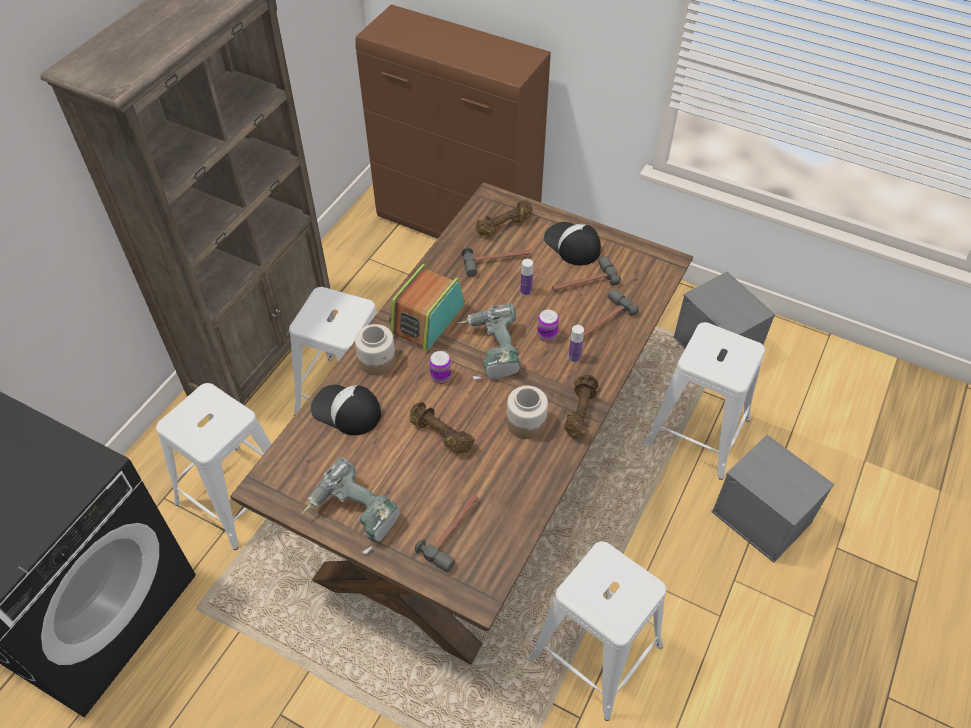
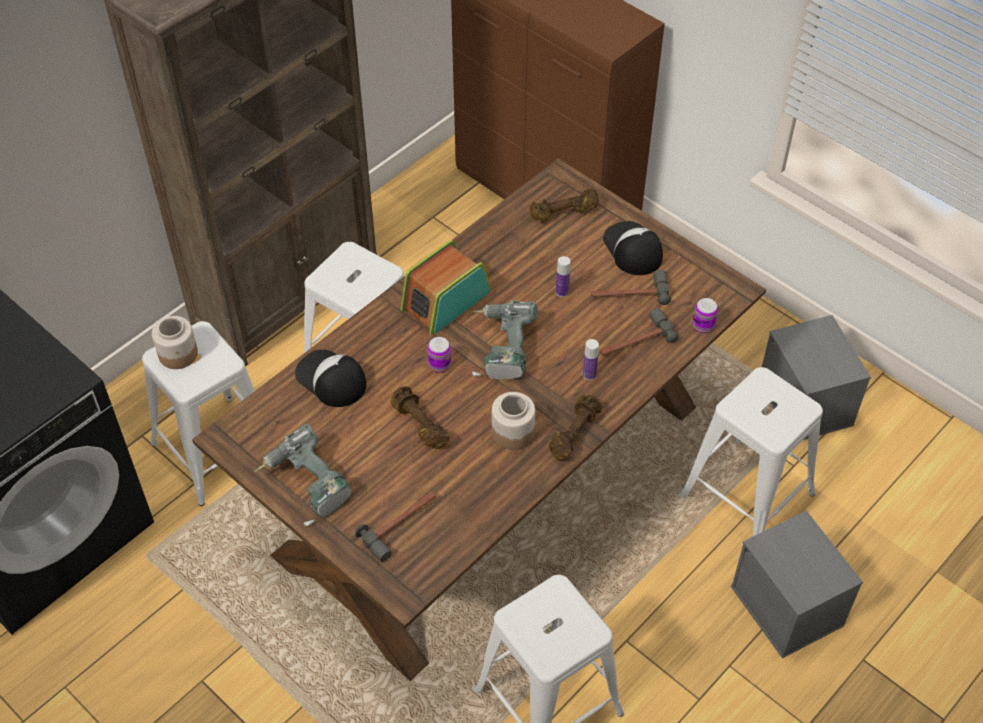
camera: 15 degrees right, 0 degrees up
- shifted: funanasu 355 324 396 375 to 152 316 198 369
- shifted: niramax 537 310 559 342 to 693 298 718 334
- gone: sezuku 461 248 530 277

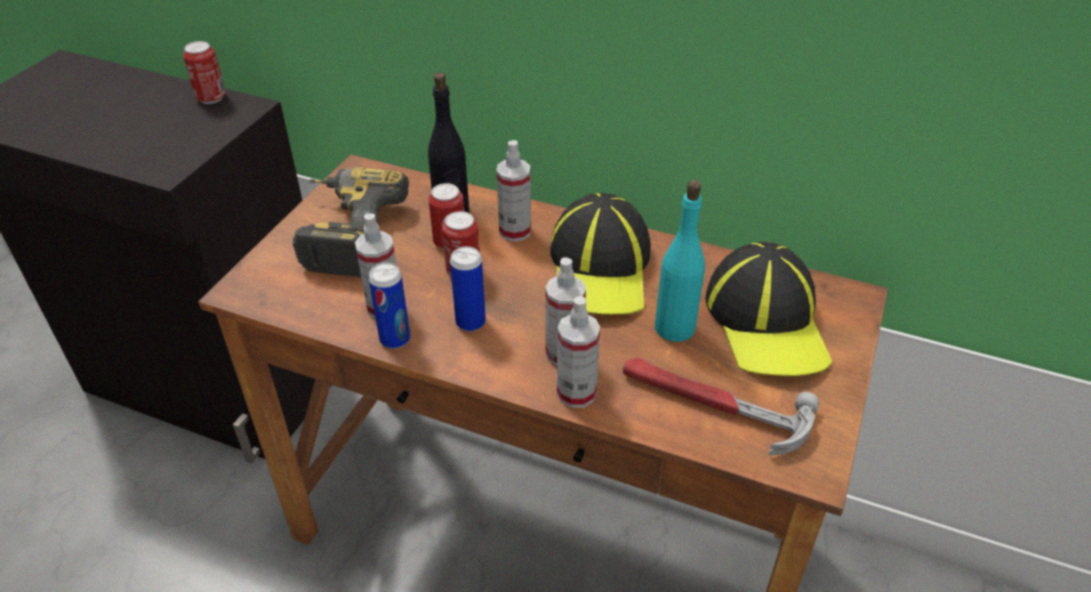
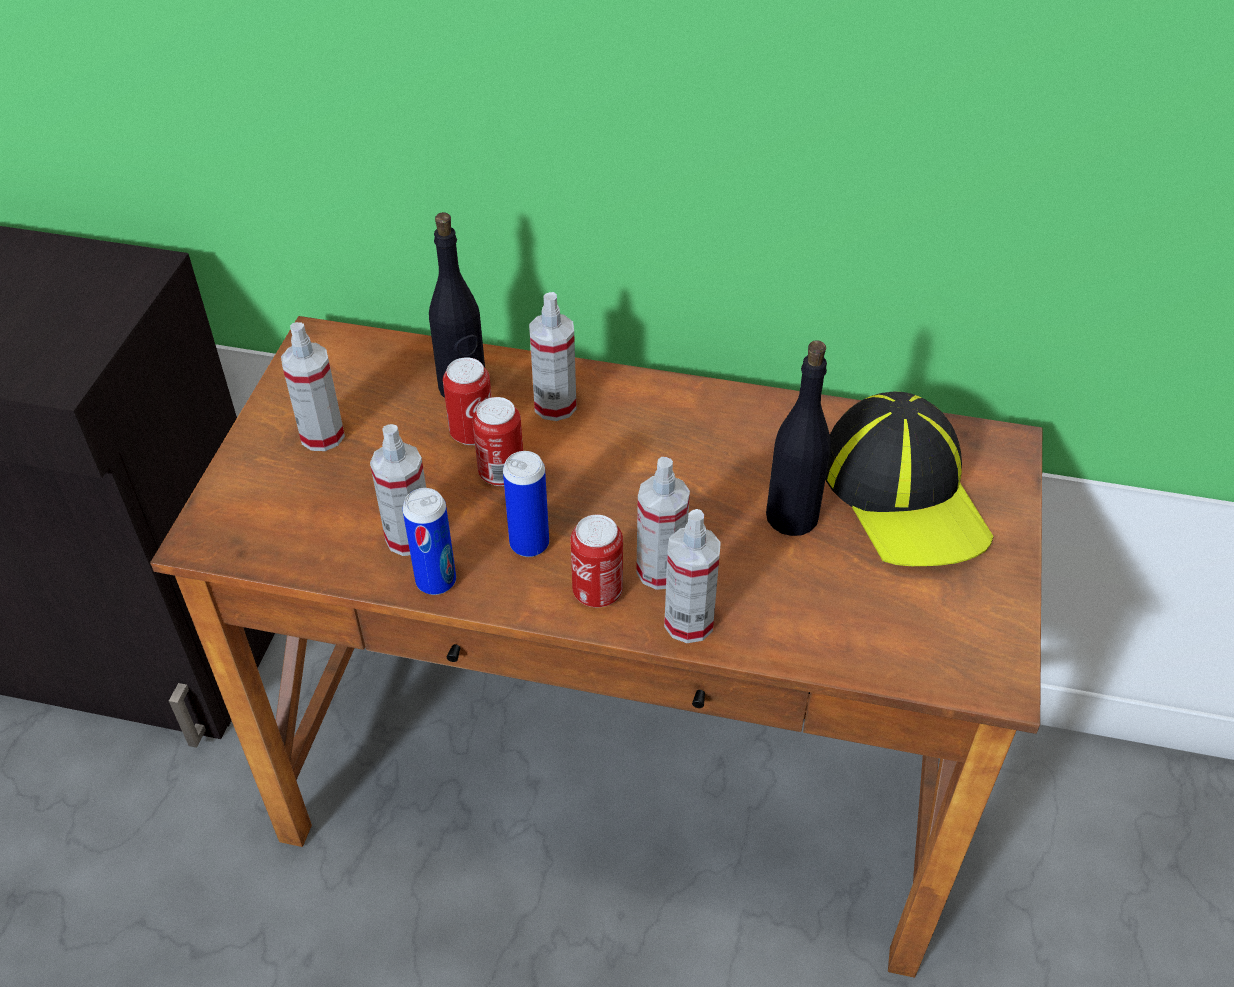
camera: 10 degrees left, 5 degrees up
- swapped: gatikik 293 167 409 277 to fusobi 281 322 345 451
- shifted: niramax 183 41 226 104 to 570 515 623 607
- repainted: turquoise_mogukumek 655 180 705 342 to black_mogukumek 766 340 831 536
- gone: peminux 550 193 651 315
- gone: sezuku 623 357 819 455

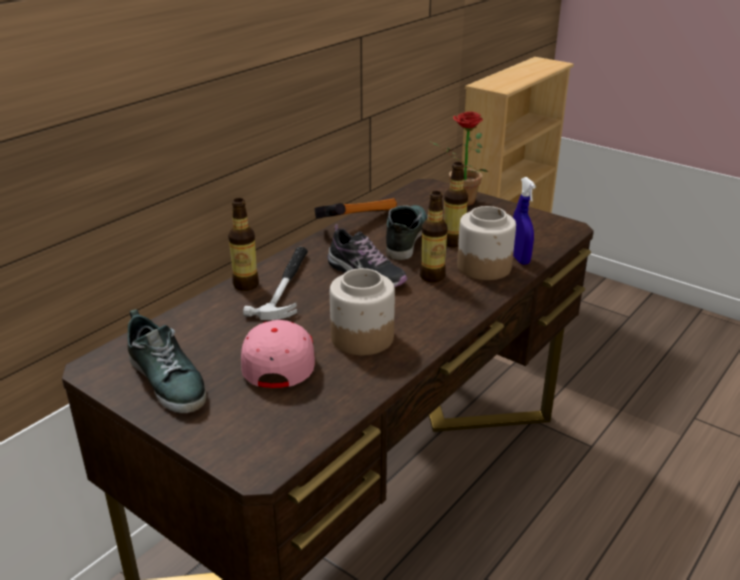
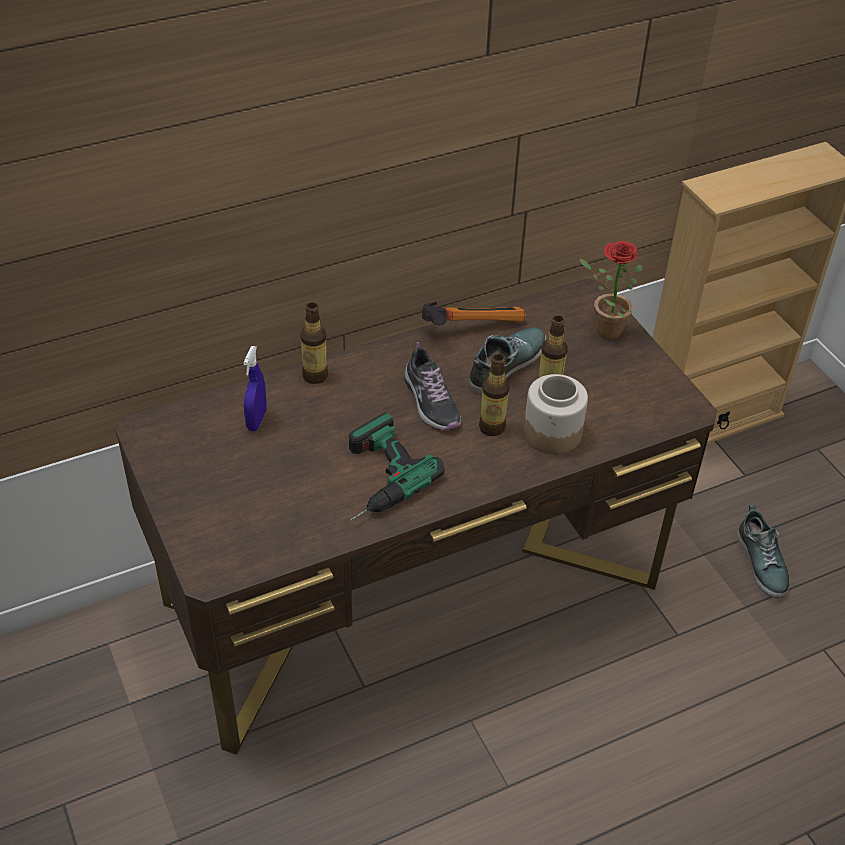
camera: 25 degrees right, 15 degrees up
- shifted: blue_fusobi 513 177 536 265 to 243 346 267 431
- swapped: funanasu 330 268 395 355 to gatikik 349 412 444 520
- shifted: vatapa 127 309 207 413 to 737 504 789 599
- gone: pink_peminux 241 320 315 388
- gone: sezuku 243 247 308 320

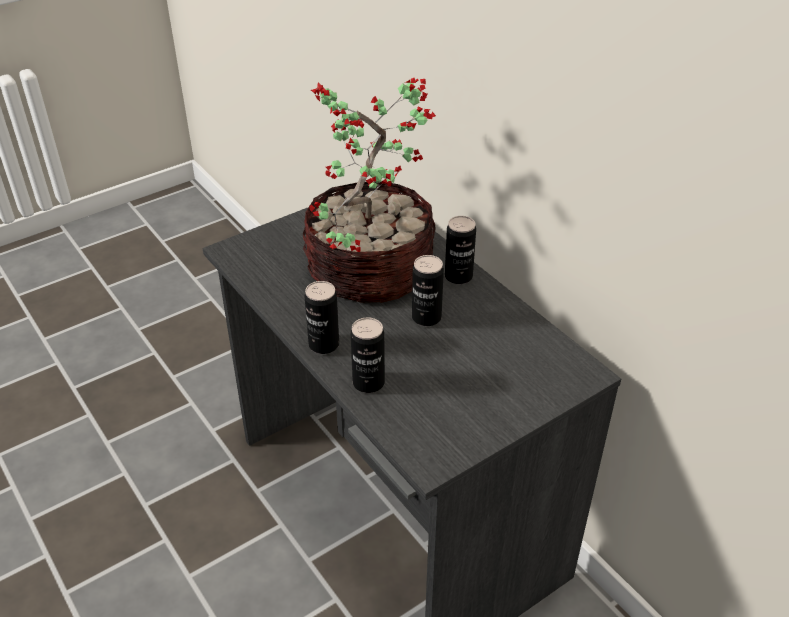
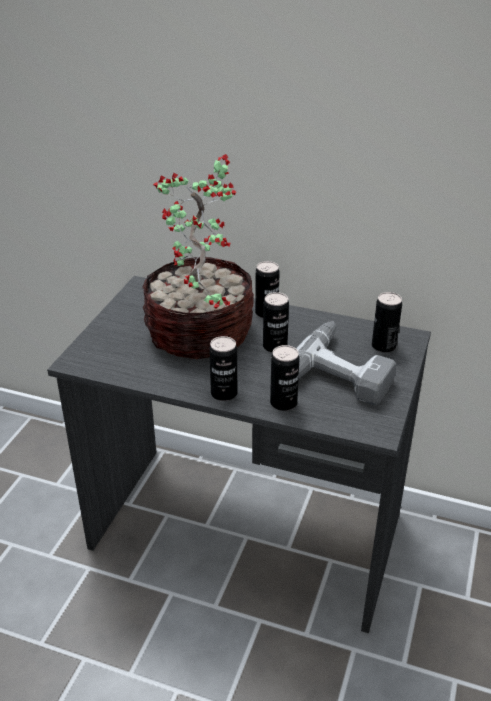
camera: 35 degrees left, 5 degrees down
- new: gatikik 296 321 396 405
- new: niramax 372 292 402 353

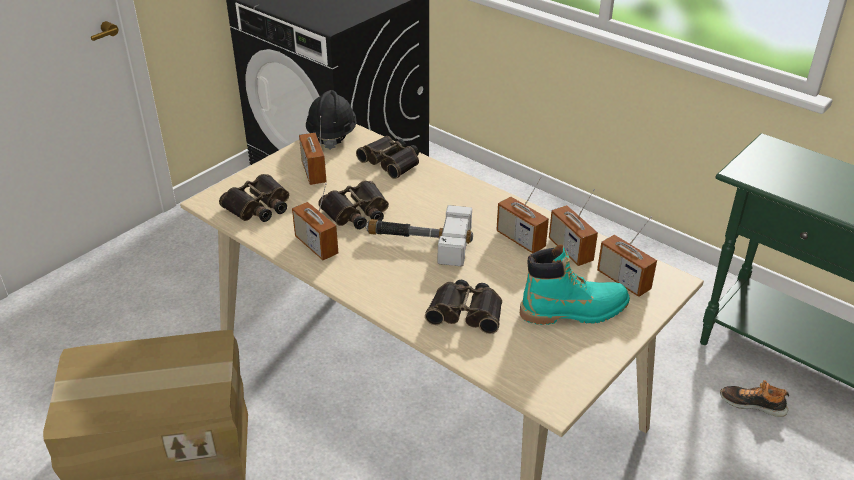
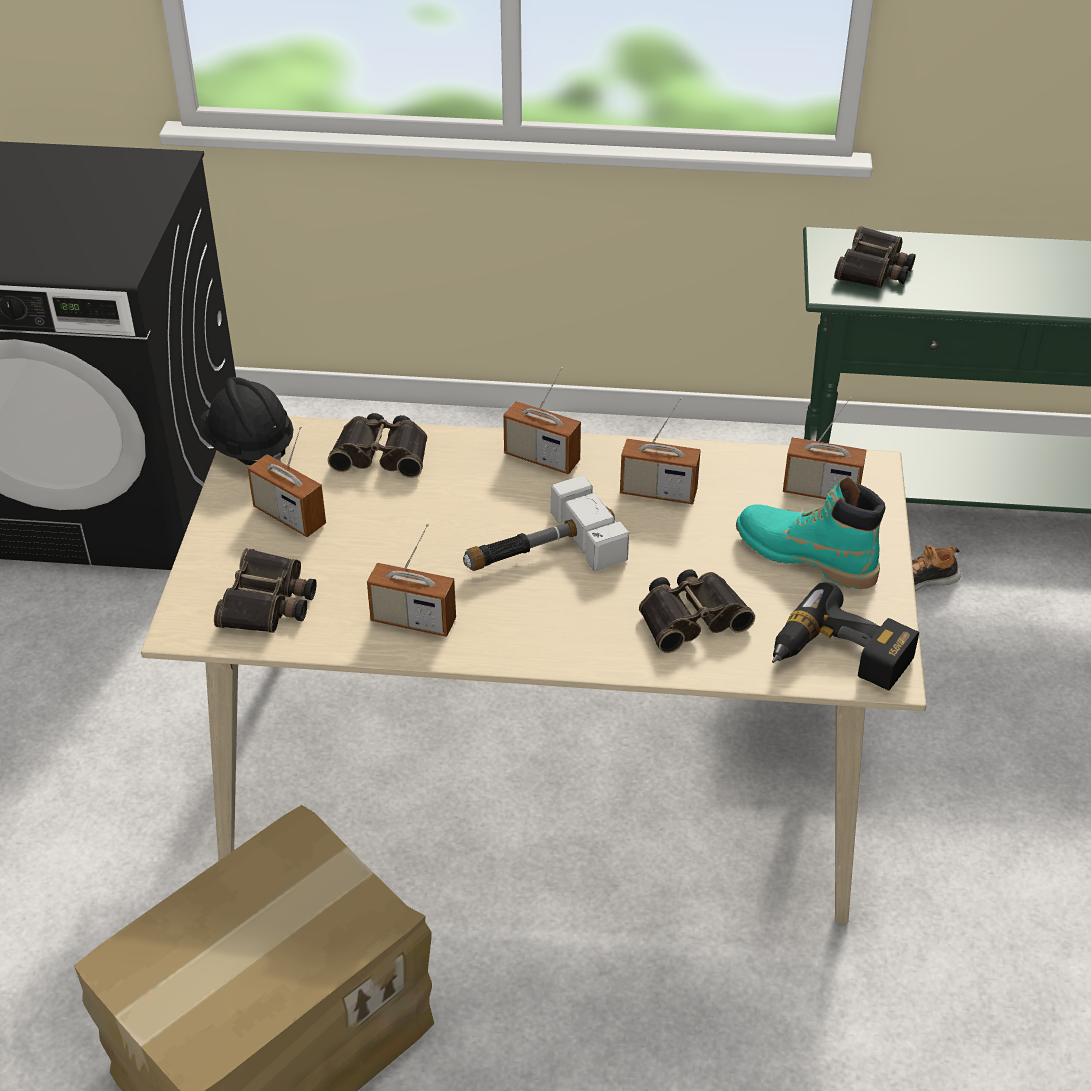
camera: 35 degrees left, 5 degrees up
- shifted: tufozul 549 189 598 266 to 503 367 581 474
- rotated: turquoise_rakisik 520 244 630 325 = 736 477 885 589 105 degrees counterclockwise
- new: gatikik 772 582 919 691
- shifted: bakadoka 318 181 389 229 to 834 226 916 288

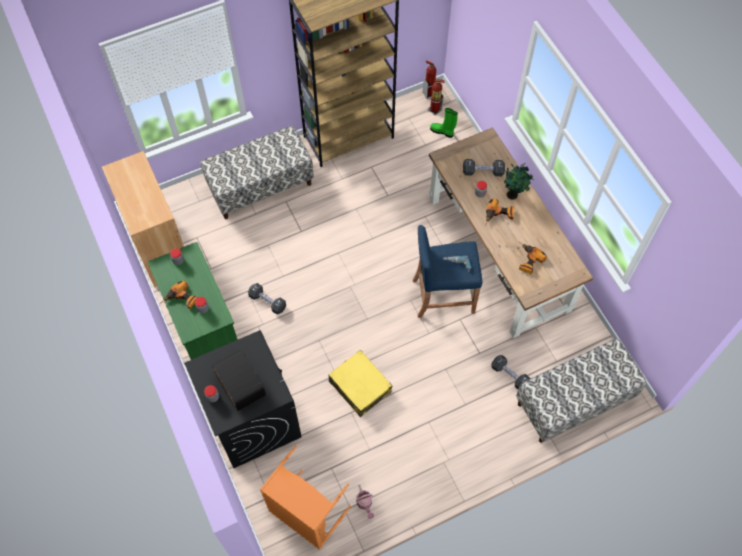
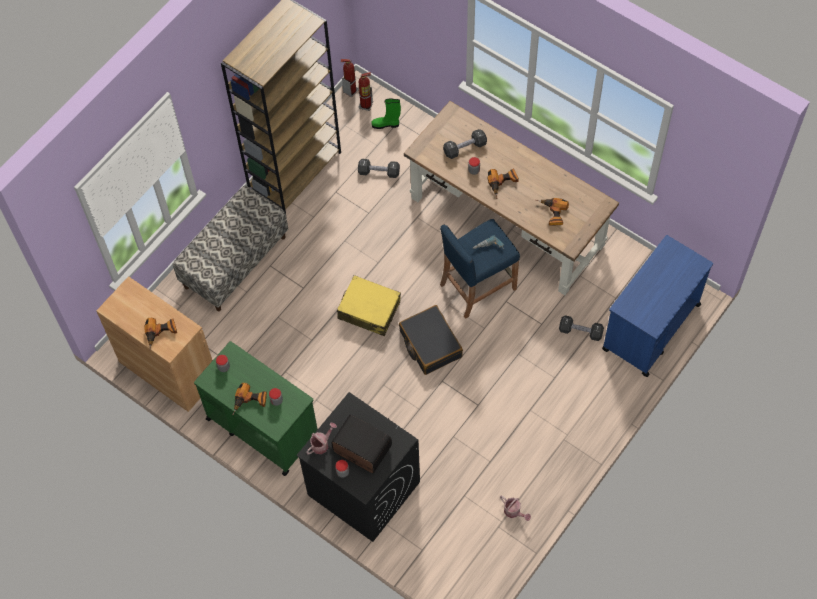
camera: 25 degrees left, 0 degrees up
- new: gatikik 145 318 177 350
- new: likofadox 306 423 337 455
- shifted: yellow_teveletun 328 350 392 417 to 337 275 401 336
- shifted: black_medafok 248 283 286 314 to 358 159 400 178
- new: black_teveletun 399 305 463 375
- swapped: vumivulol 516 338 647 443 to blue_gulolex 602 235 713 377
- gone: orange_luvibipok 260 445 351 550
- gone: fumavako 503 163 533 200

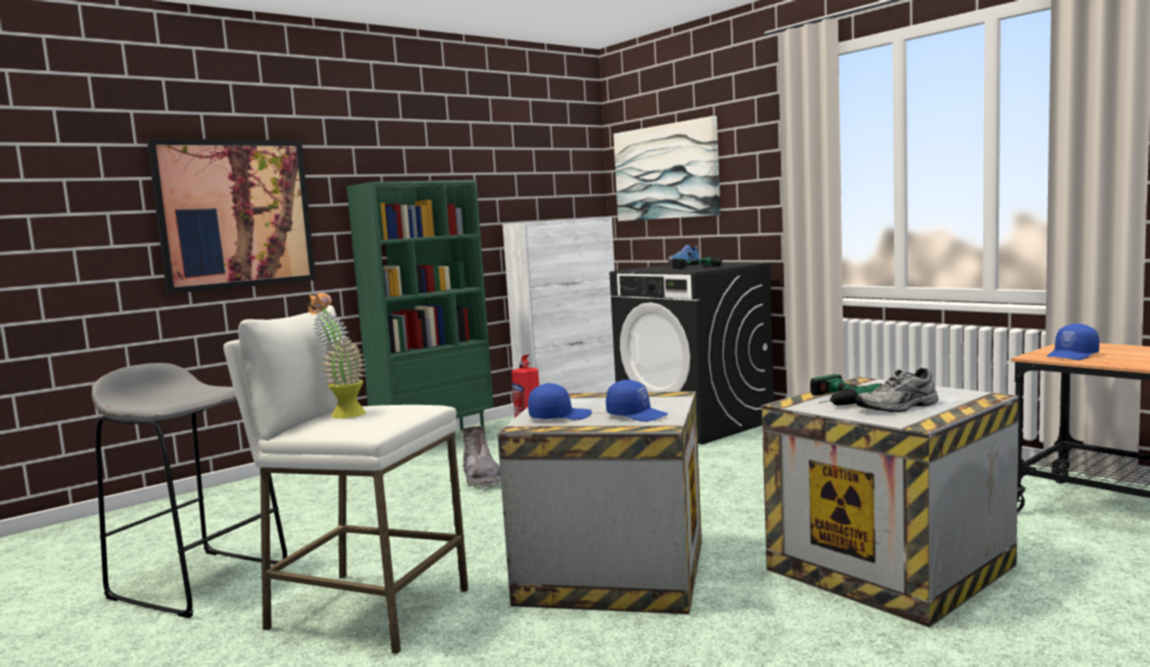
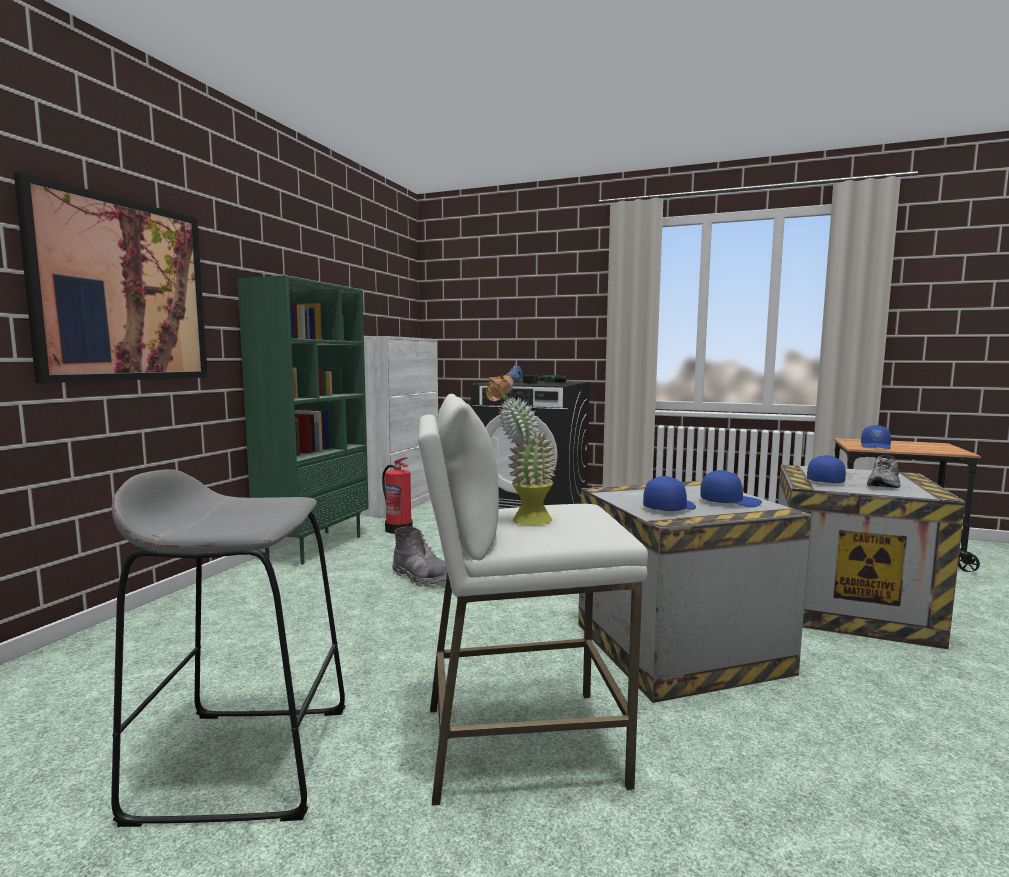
camera: 30 degrees left, 0 degrees up
- swapped: gatikik 810 374 883 405 to blue_peminux 807 455 846 483
- gone: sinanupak 613 116 720 221

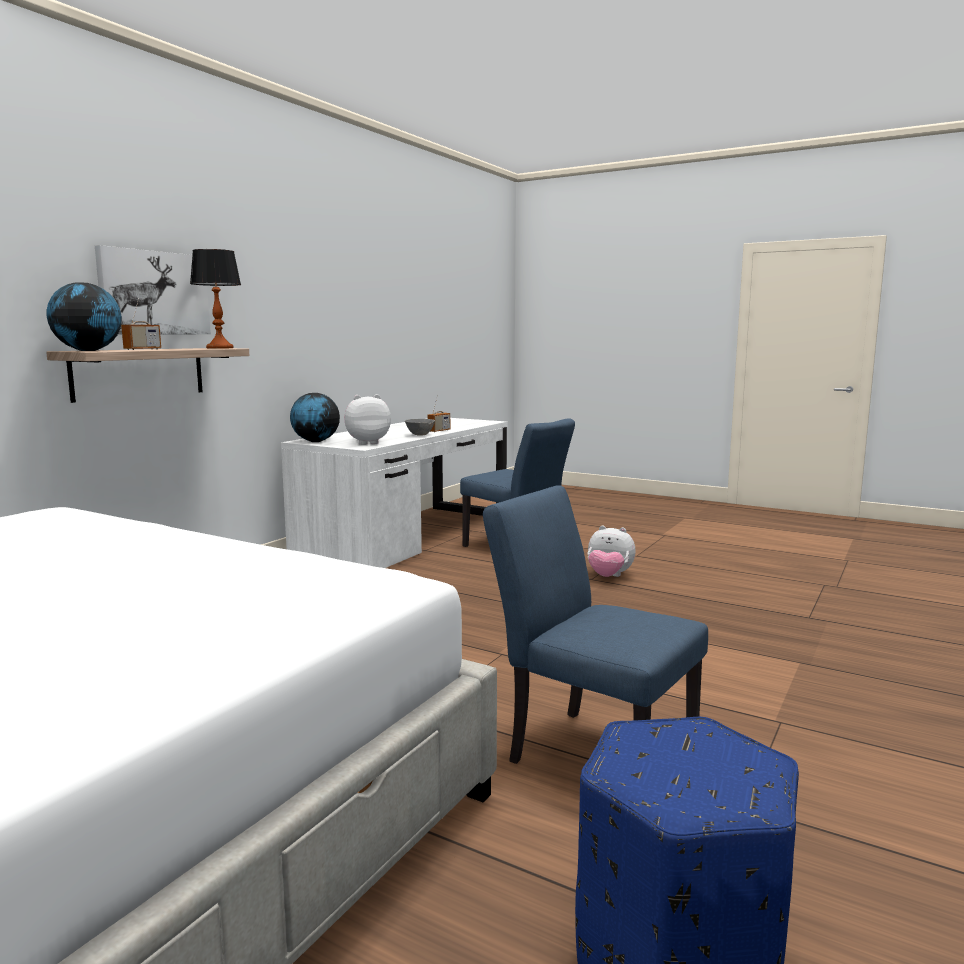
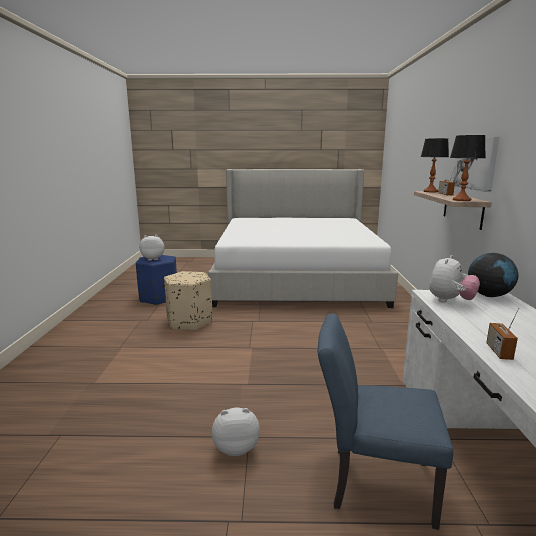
camera: 150 degrees right, 5 degrees up
- new: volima 139 235 164 261
- swapped: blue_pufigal 483 485 708 764 to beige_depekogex 164 271 212 331
- swapped: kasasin 47 282 122 351 to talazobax 421 138 449 192
- gone: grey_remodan 405 419 435 436

